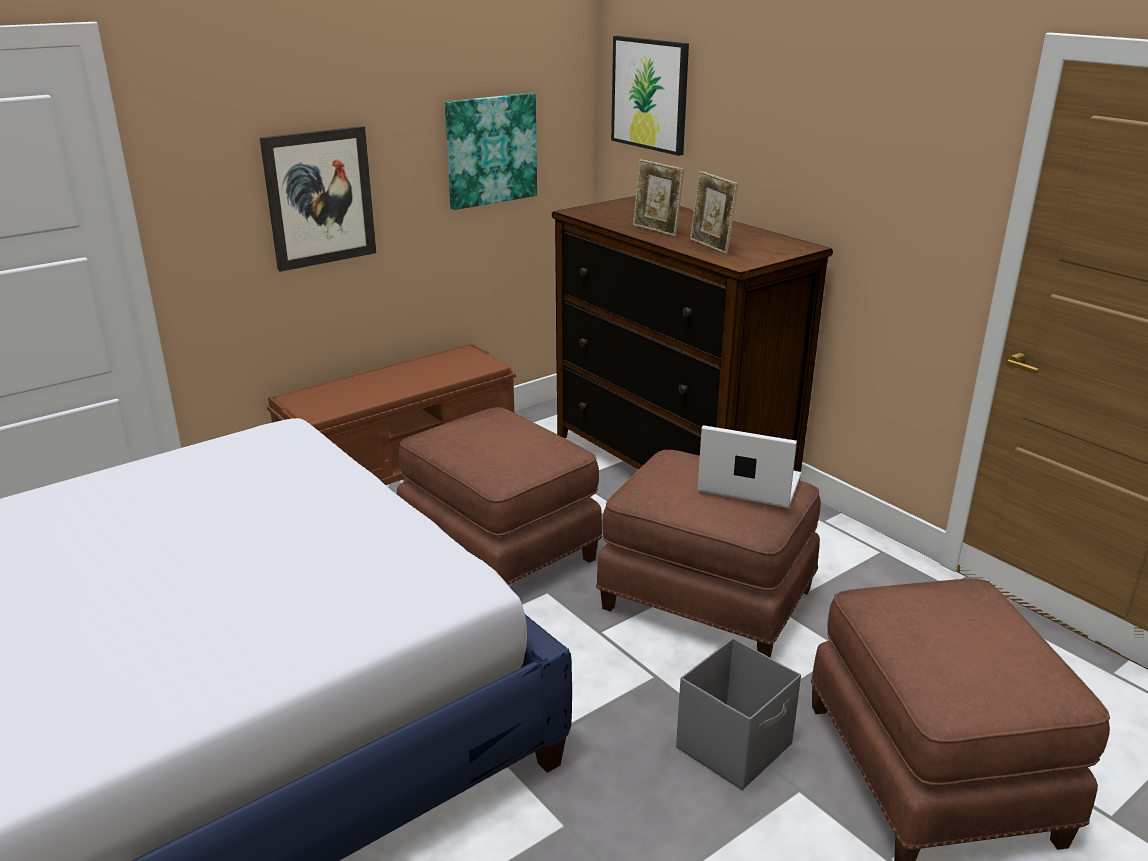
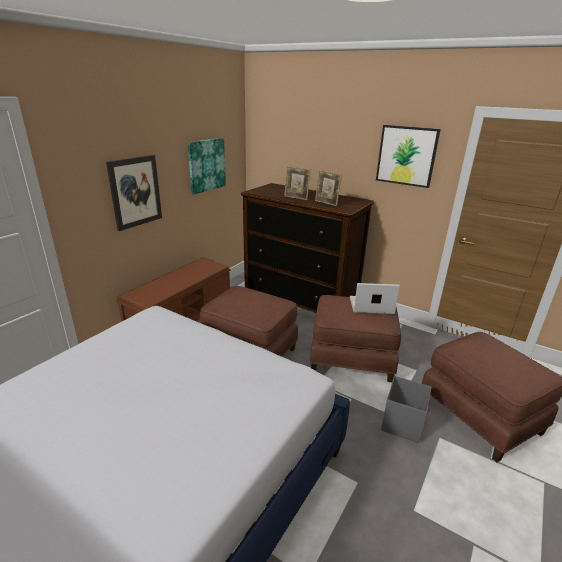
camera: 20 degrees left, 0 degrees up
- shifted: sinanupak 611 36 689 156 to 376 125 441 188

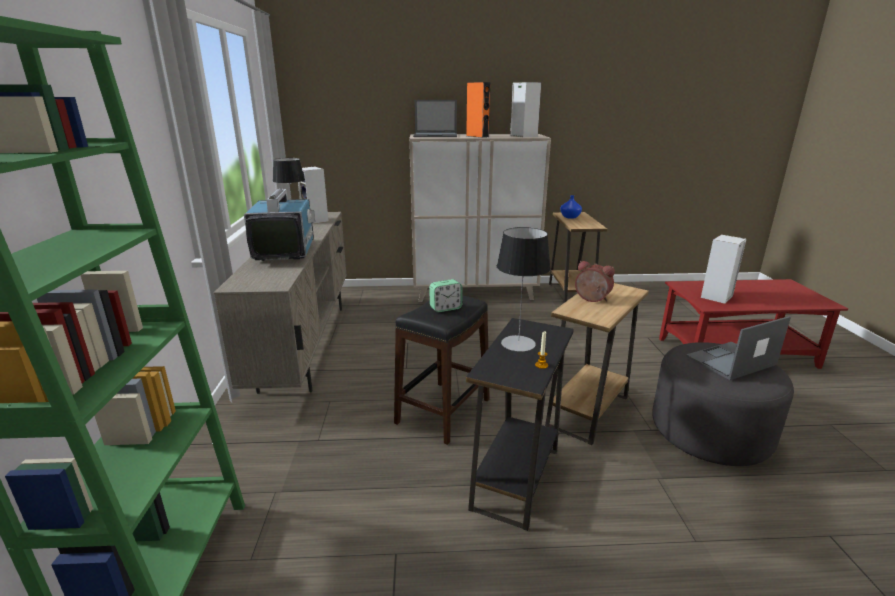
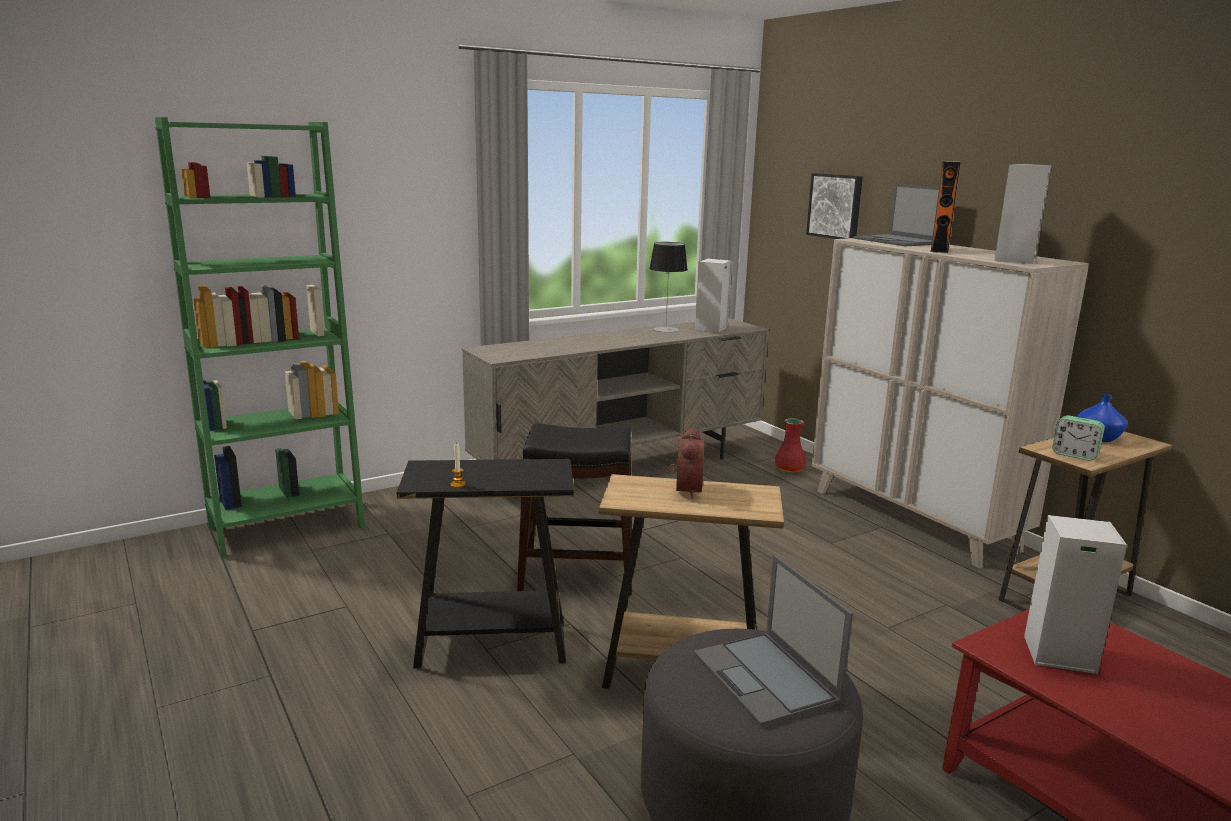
camera: 60 degrees right, 5 degrees down
- rotated: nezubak 686 316 791 380 = 694 555 853 727 150 degrees counterclockwise
- new: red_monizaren 775 418 806 473
- new: sinanupak 806 173 863 239
- shifted: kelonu 429 279 463 312 to 1052 415 1105 460
- gone: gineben 244 188 315 261
- gone: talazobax 497 227 551 352

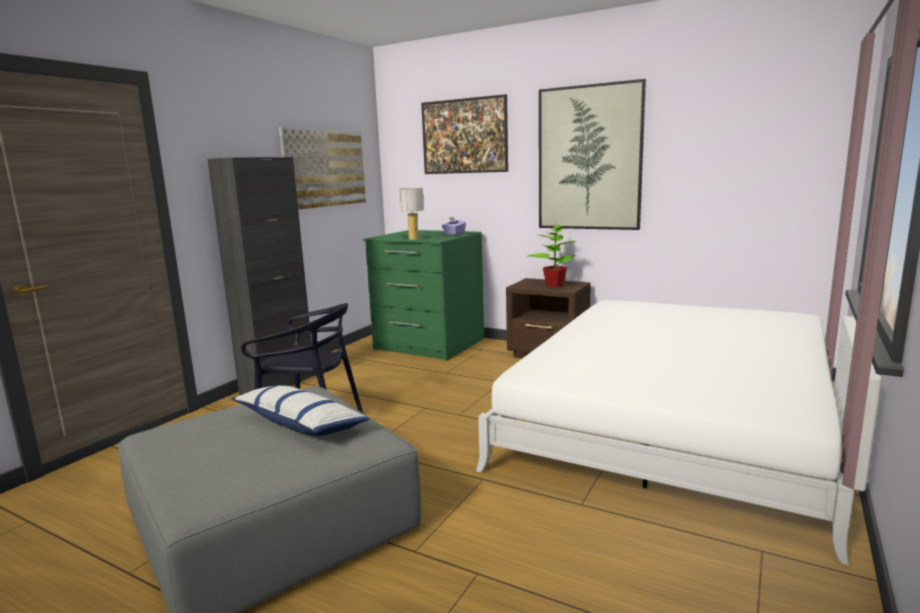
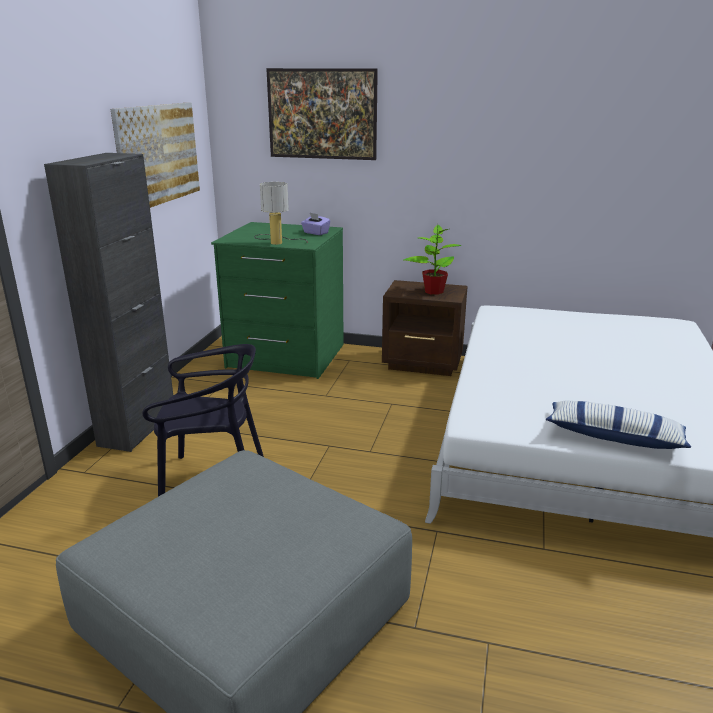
camera: 15 degrees left, 10 degrees up
- shifted: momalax 231 385 370 436 to 546 401 691 449
- gone: sinanupak 539 79 646 230

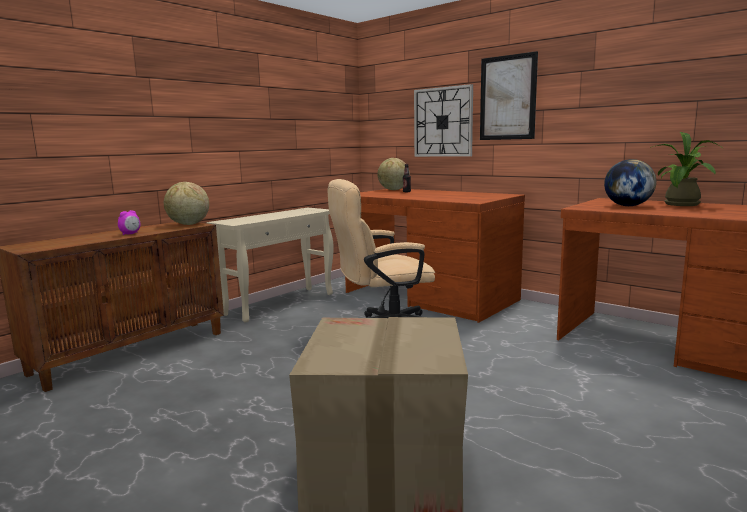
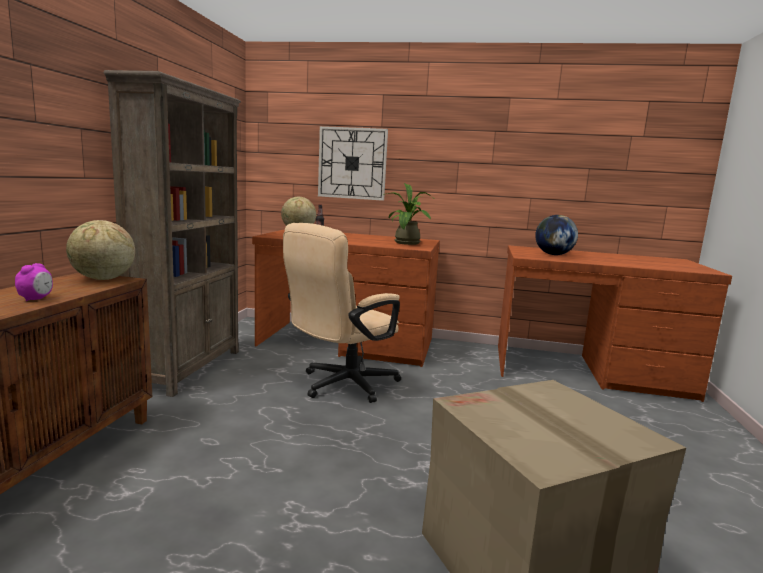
camera: 30 degrees left, 0 degrees up
- swapped: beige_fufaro 206 208 334 323 to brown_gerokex 104 70 241 397
- shifted: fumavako 650 132 724 206 to 383 183 433 245
- gone: sinanupak 480 51 538 140

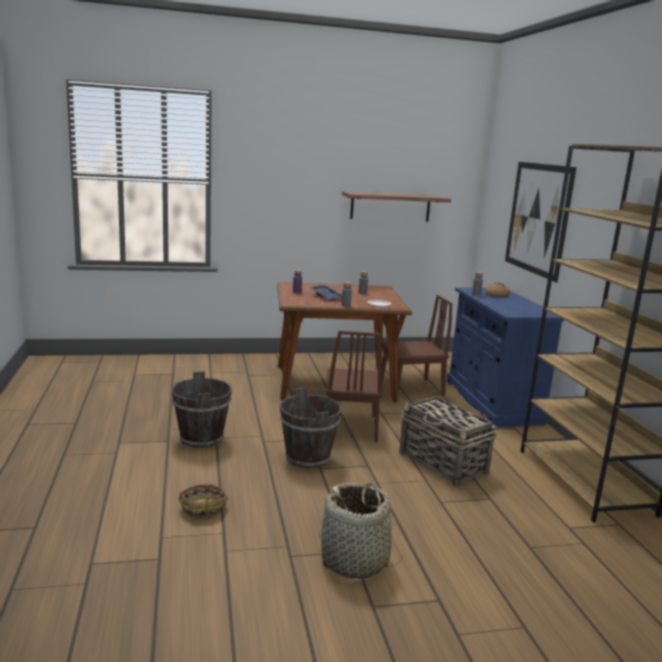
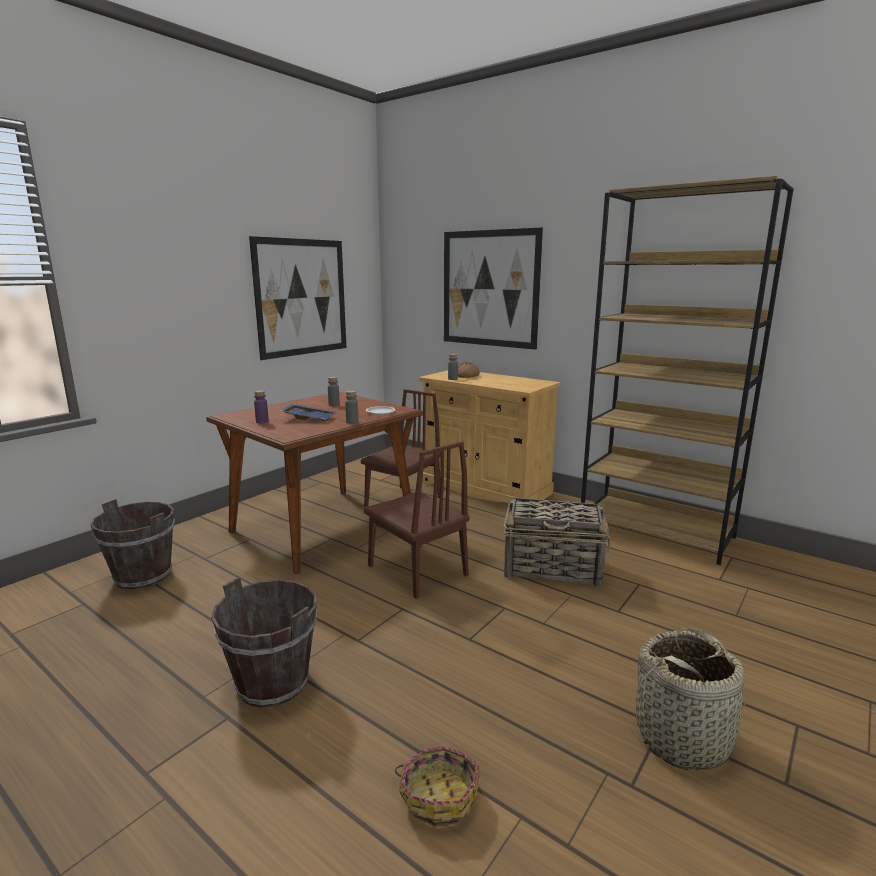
camera: 40 degrees left, 0 degrees up
- shifted: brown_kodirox 280 388 342 468 to 90 499 175 590
- swapped: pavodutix 342 191 451 222 to sinanupak 249 236 347 360
- repainted: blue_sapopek 447 287 564 427 to beige_sapopek 419 370 561 504

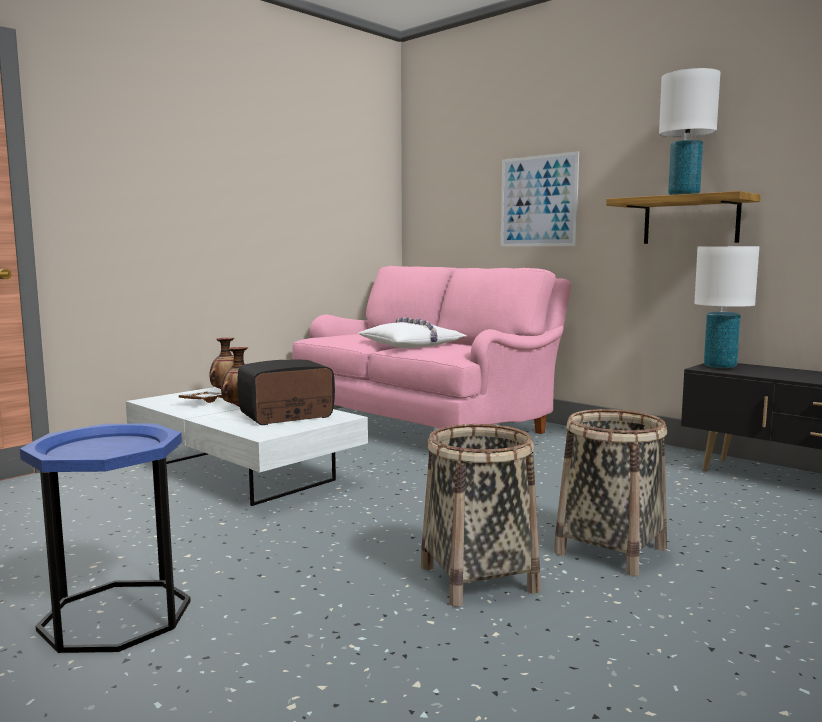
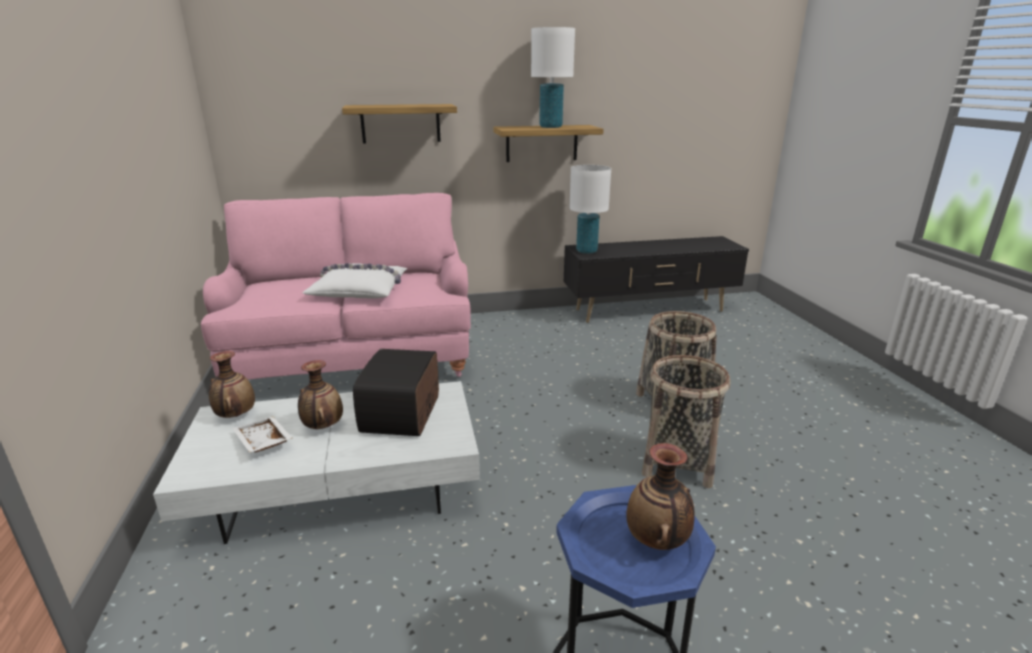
camera: 55 degrees left, 15 degrees up
- swapped: sinanupak 501 151 579 247 to pavodutix 342 104 457 144
- new: monizaren 626 443 695 550

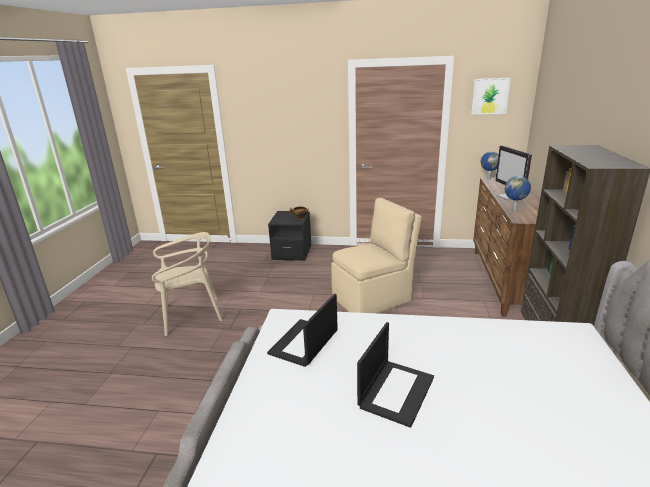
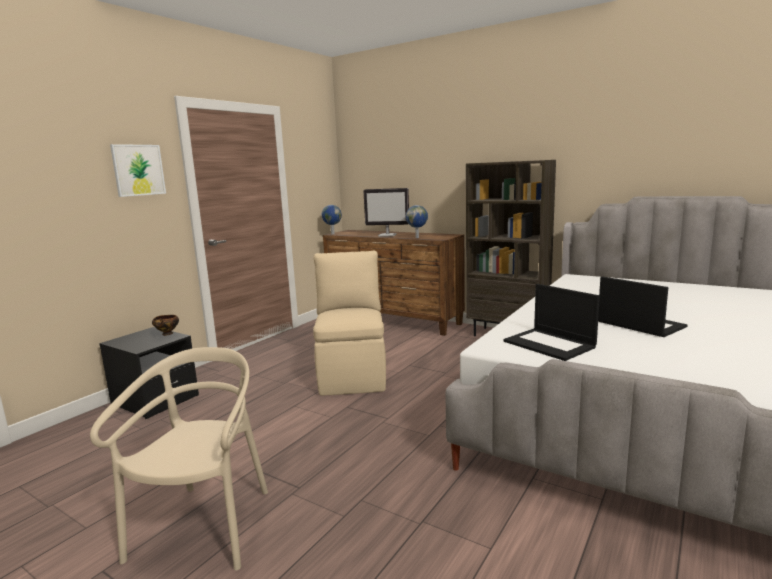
camera: 65 degrees left, 10 degrees down
- shifted: sinanupak 471 78 511 114 to 110 144 166 197

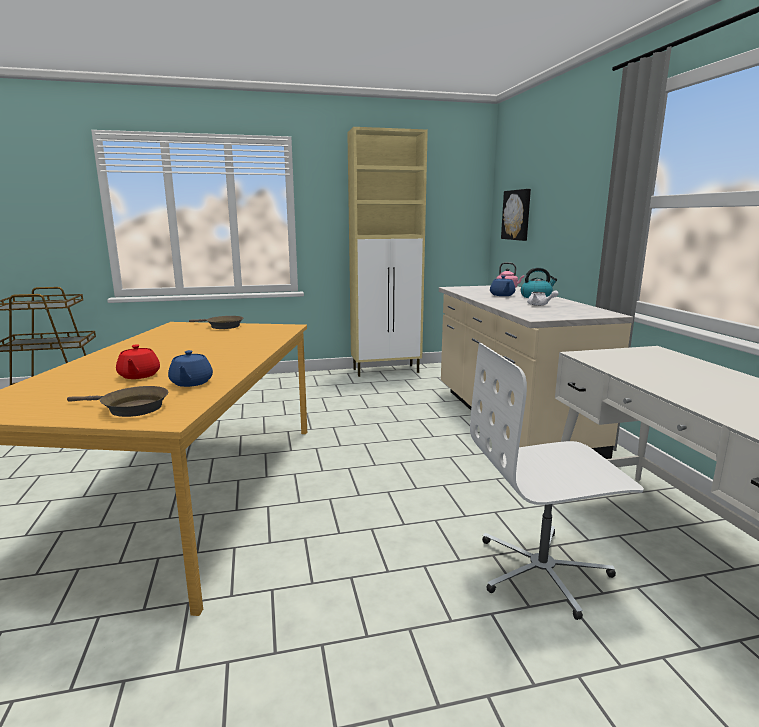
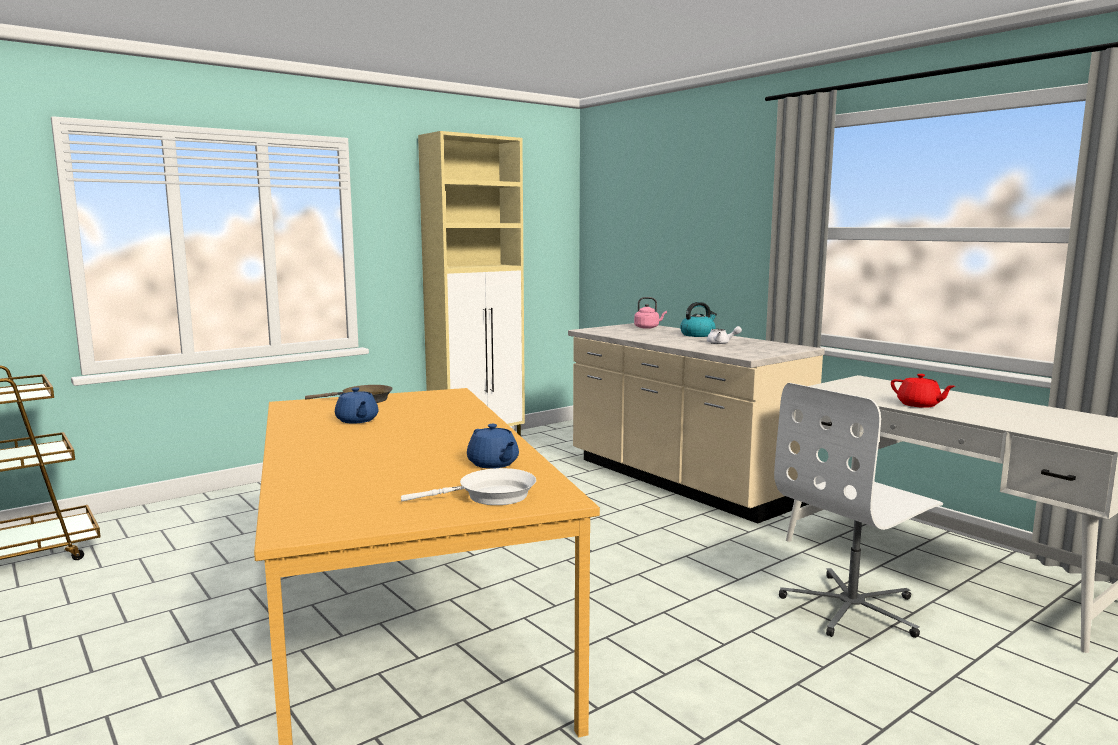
camera: 25 degrees left, 5 degrees down
- shifted: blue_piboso 490 276 515 296 to 335 387 379 424
- repainted: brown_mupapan 67 386 168 417 to white_mupapan 401 468 536 505
- shifted: red_piboso 116 345 160 379 to 891 374 955 408
- gone: sinanupak 501 189 531 241

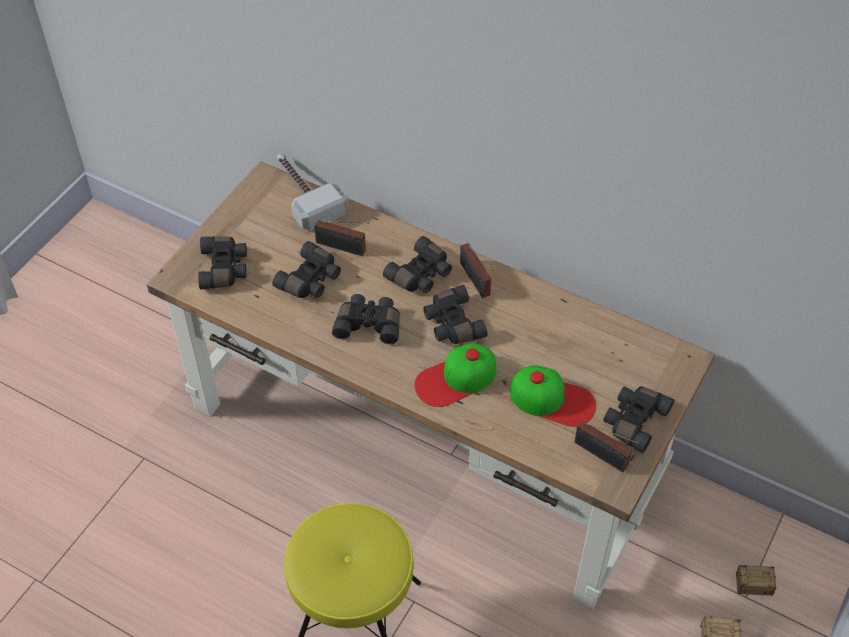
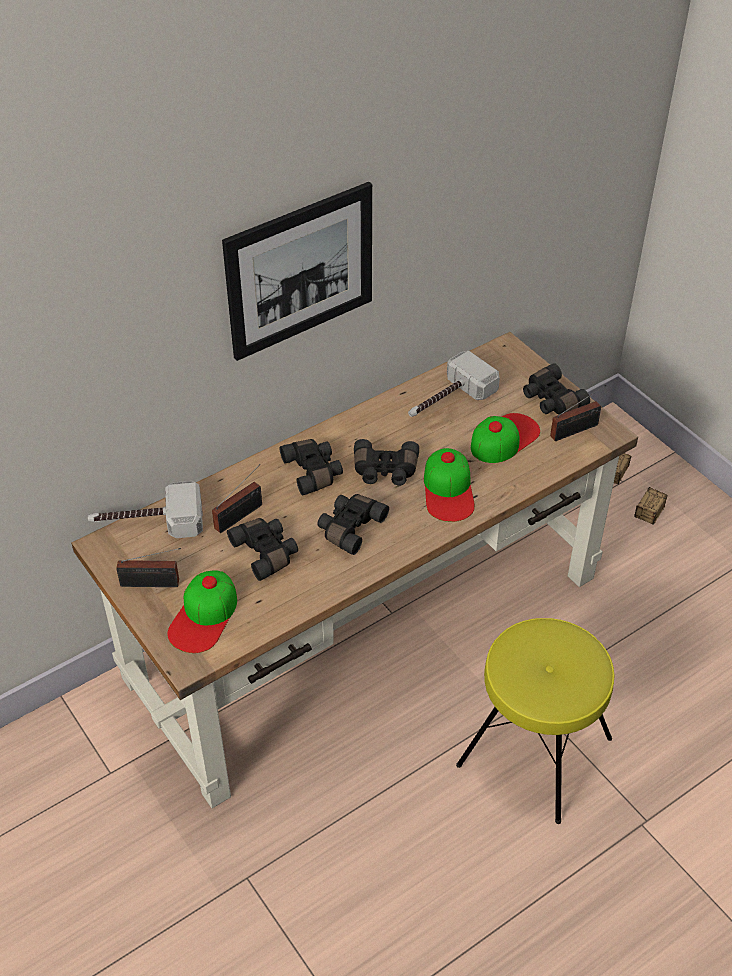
camera: 65 degrees left, 5 degrees down
- shifted: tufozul 460 243 493 298 to 116 548 181 587
- swapped: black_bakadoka 198 236 247 289 to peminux 167 570 237 653
- new: sinanupak 222 182 372 361
- new: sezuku 408 351 500 417

